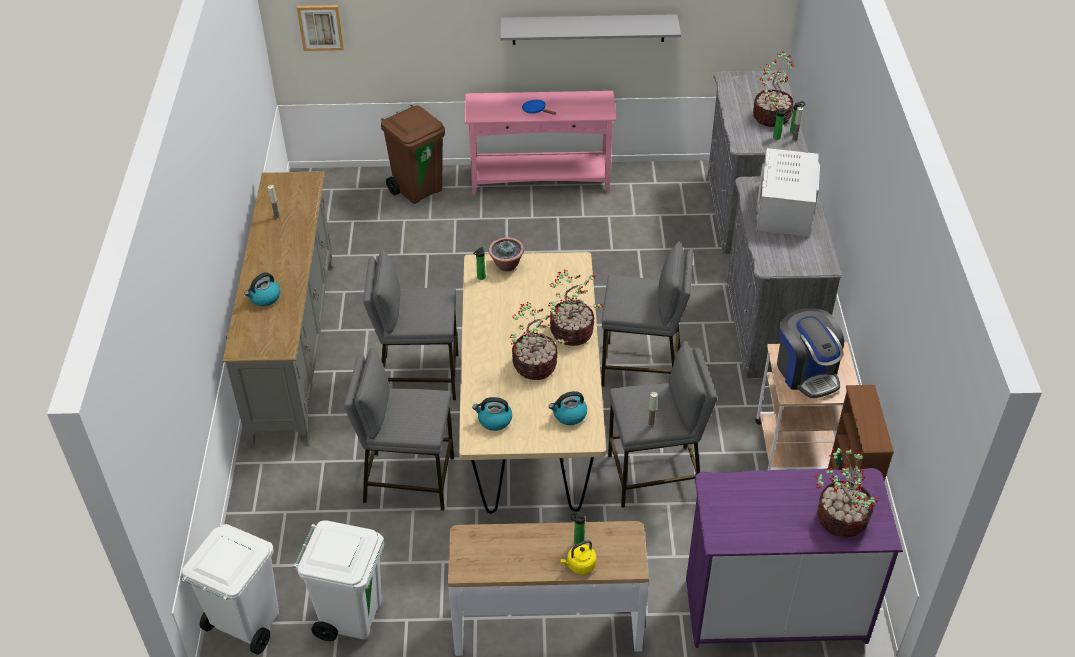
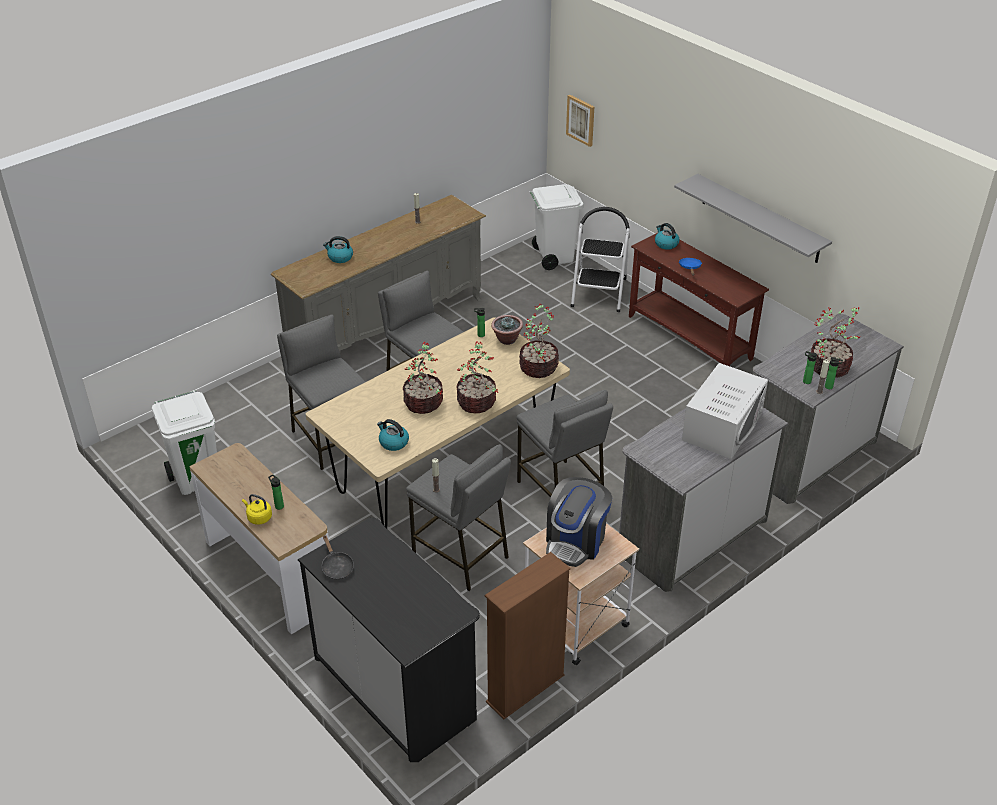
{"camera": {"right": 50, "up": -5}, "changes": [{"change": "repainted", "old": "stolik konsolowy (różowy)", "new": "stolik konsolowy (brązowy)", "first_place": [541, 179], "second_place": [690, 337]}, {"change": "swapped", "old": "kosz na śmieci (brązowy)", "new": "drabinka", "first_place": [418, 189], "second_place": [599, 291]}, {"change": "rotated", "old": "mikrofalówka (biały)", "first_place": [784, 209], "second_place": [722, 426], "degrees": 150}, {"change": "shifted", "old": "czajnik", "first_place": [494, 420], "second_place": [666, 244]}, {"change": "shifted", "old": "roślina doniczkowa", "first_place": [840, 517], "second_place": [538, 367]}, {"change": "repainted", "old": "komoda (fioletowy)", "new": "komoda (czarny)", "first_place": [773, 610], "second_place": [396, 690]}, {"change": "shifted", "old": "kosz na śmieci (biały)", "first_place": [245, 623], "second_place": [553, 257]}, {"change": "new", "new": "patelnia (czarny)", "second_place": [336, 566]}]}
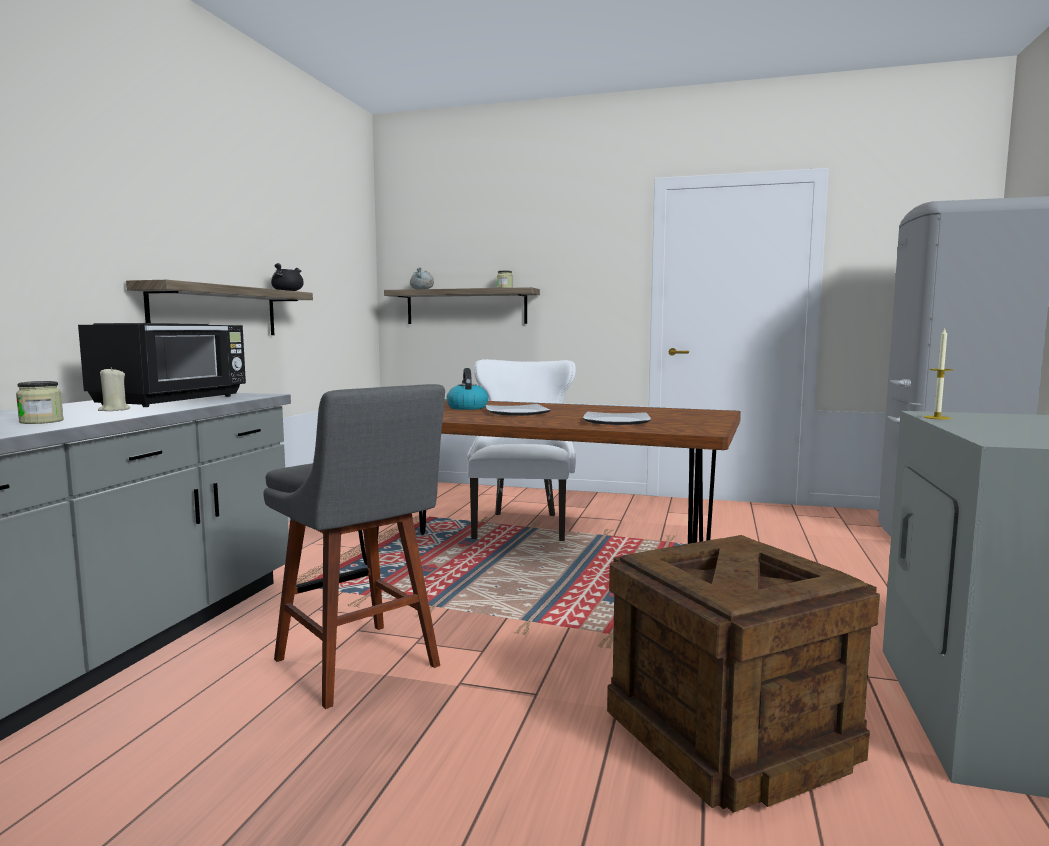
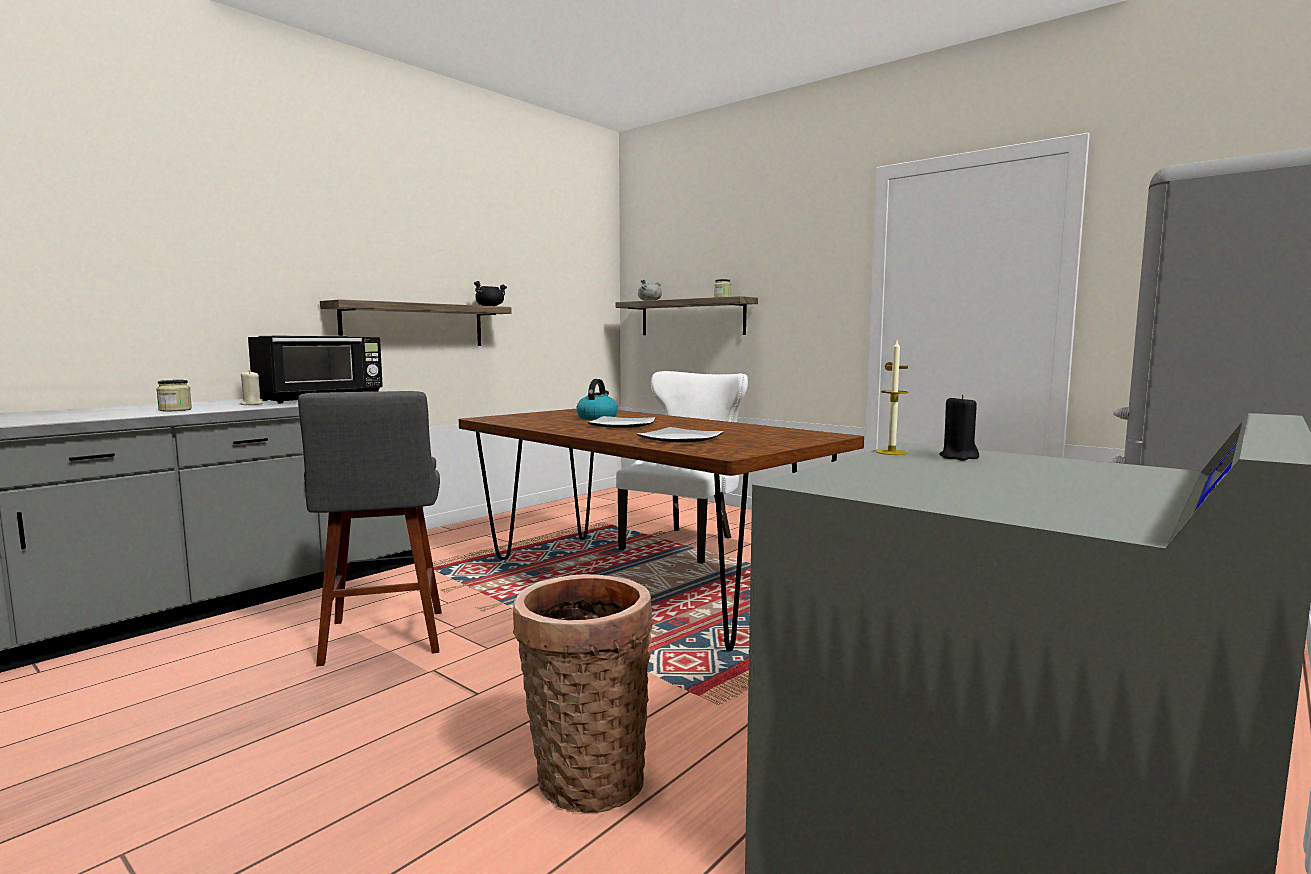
{"camera": {"right": 25, "up": 0}, "changes": [{"change": "swapped", "old": "skrzynka", "new": "koszyk", "first_place": [731, 738], "second_place": [584, 776]}, {"change": "new", "new": "świeca (czarny)", "second_place": [958, 457]}]}
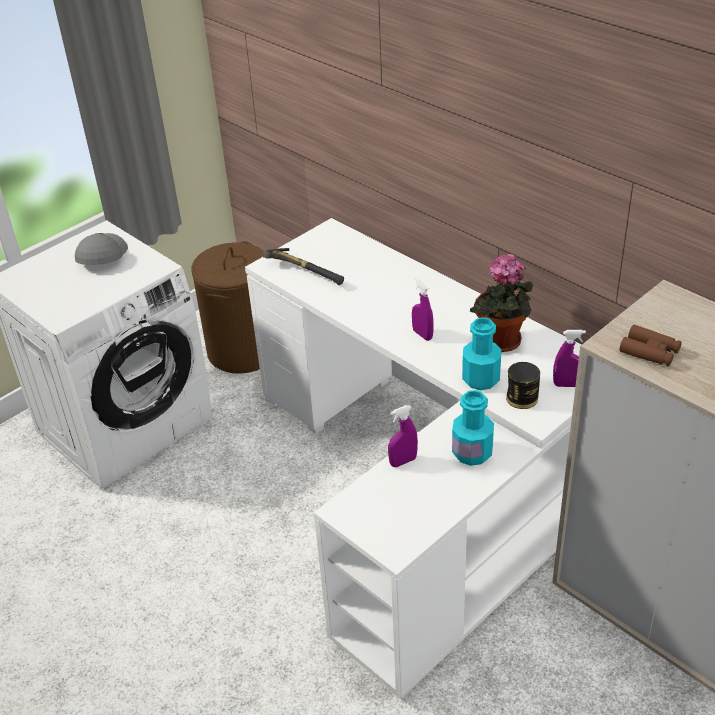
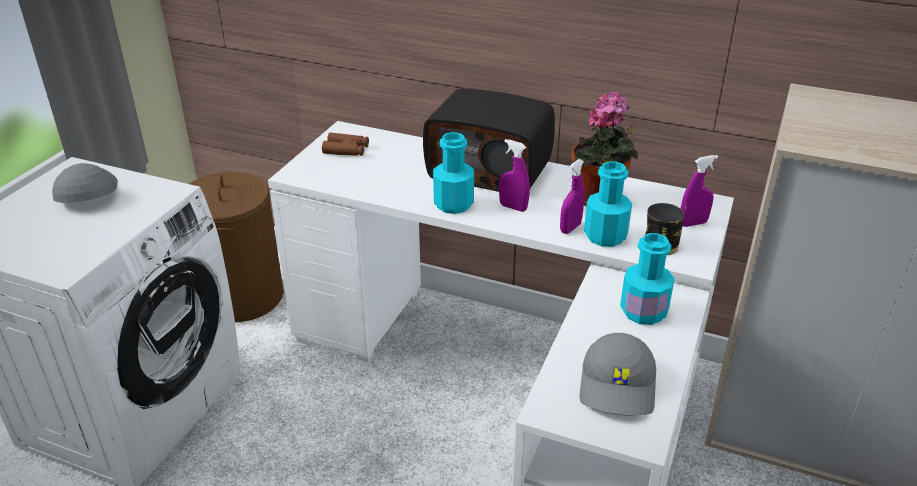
{"camera": {"right": -25, "up": -5}, "changes": [{"change": "gone", "old": "młotek", "first_place": [305, 271]}, {"change": "shifted", "old": "lornetka (brązowy)", "first_place": [649, 352], "second_place": [346, 150]}, {"change": "shifted", "old": "spryskiwacz (fioletowy)", "first_place": [403, 461], "second_place": [570, 228]}, {"change": "new", "new": "radio", "second_place": [490, 170]}, {"change": "new", "new": "butelka (turkusowy)", "second_place": [453, 204]}, {"change": "new", "new": "czapka z daszkiem (szary)", "second_place": [619, 387]}]}
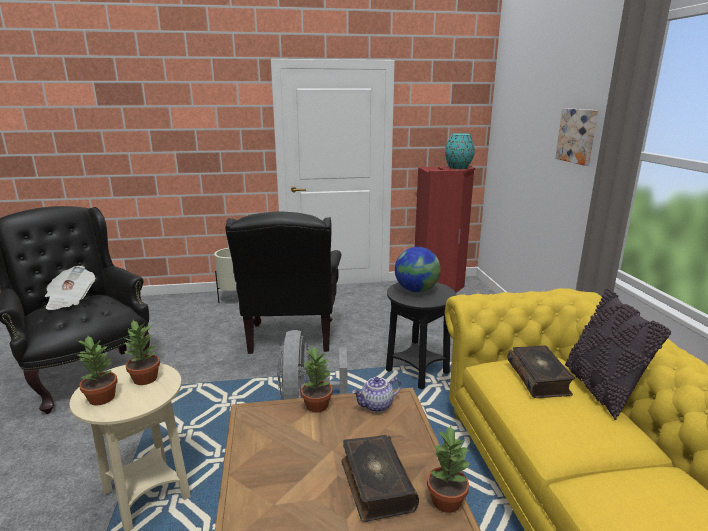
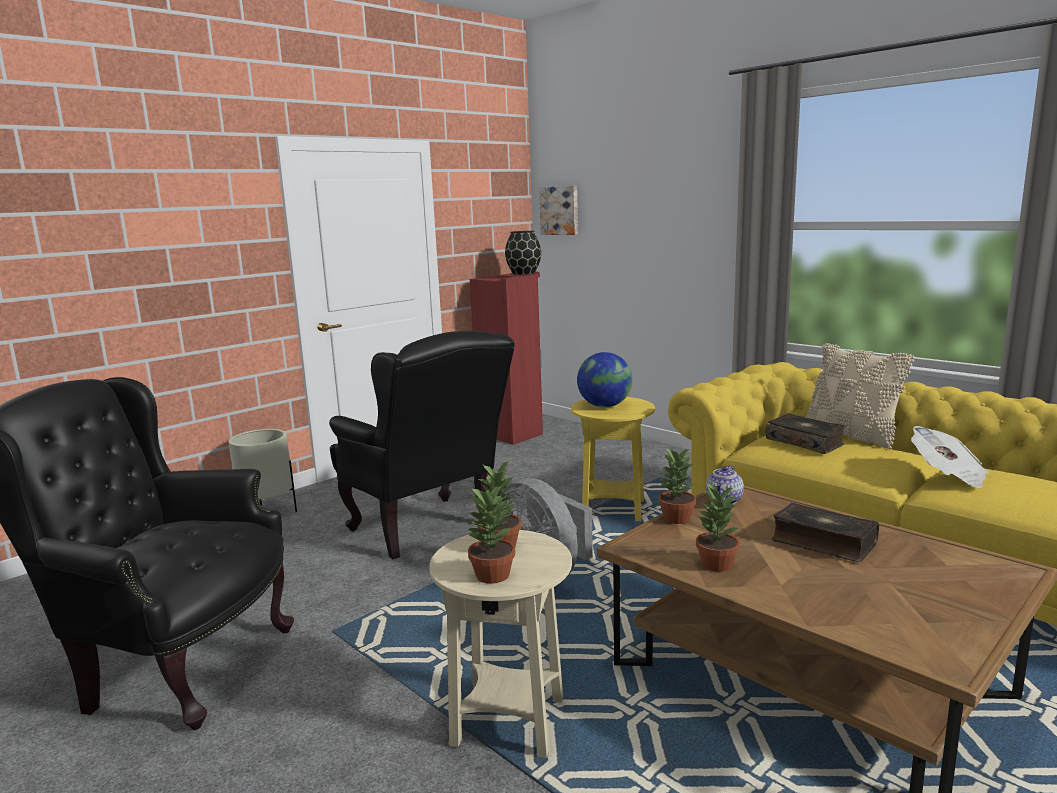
{"camera": {"right": -35, "up": -5}, "changes": [{"change": "shifted", "old": "obraz", "first_place": [578, 135], "second_place": [560, 210]}, {"change": "repainted", "old": "wazon (turkusowy)", "new": "wazon (czarny)", "first_place": [458, 167], "second_place": [524, 273]}, {"change": "shifted", "old": "gazeta", "first_place": [70, 300], "second_place": [948, 475]}, {"change": "repainted", "old": "stolik (czarny)", "new": "stolik (żółty)", "first_place": [417, 372], "second_place": [613, 510]}, {"change": "repainted", "old": "poduszka (czarny)", "new": "poduszka (beżowy)", "first_place": [601, 390], "second_place": [851, 436]}, {"change": "shifted", "old": "roślina doniczkowa", "first_place": [445, 500], "second_place": [715, 564]}]}
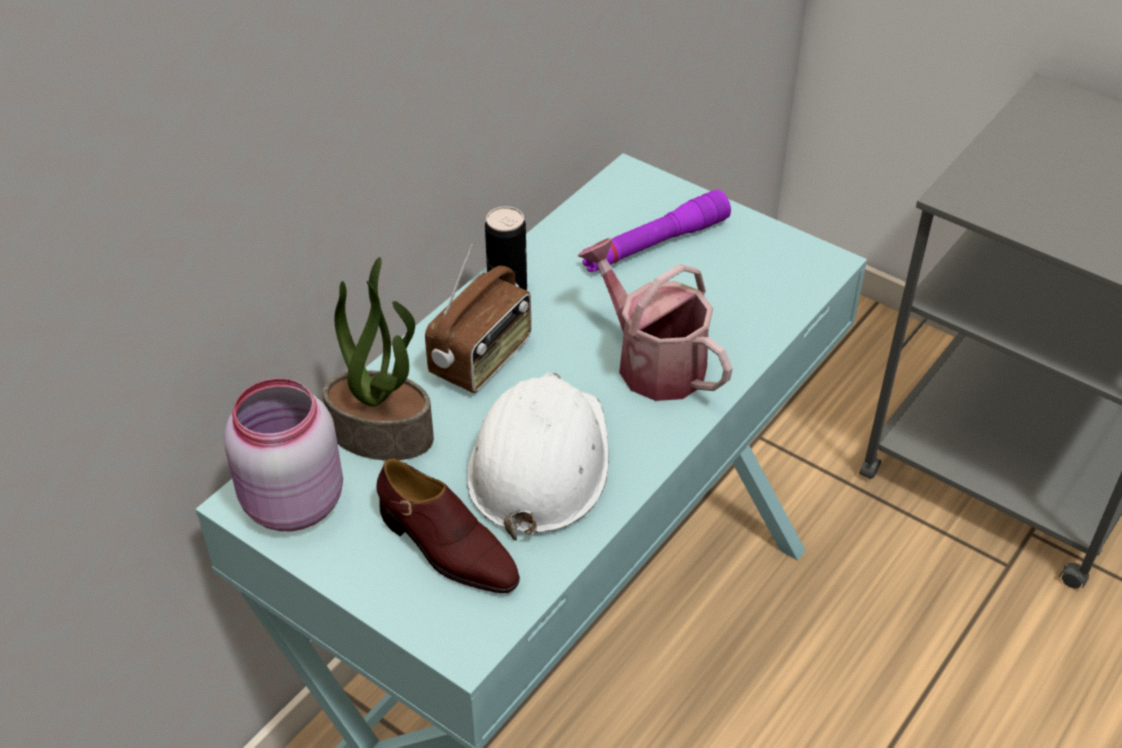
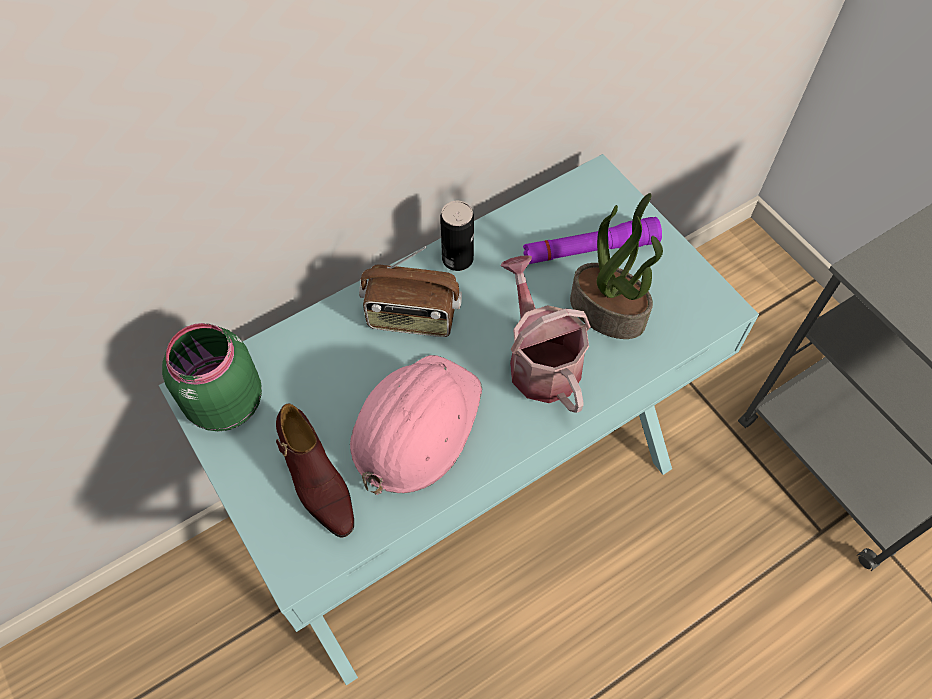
{"camera": {"right": 20, "up": 15}, "changes": [{"change": "rotated", "old": "radio", "first_place": [482, 359], "second_place": [412, 318], "degrees": 45}, {"change": "shifted", "old": "roślina doniczkowa", "first_place": [383, 433], "second_place": [609, 311]}, {"change": "repainted", "old": "kask (biały)", "new": "kask (różowy)", "first_place": [539, 463], "second_place": [414, 426]}, {"change": "repainted", "old": "słoik (różowy)", "new": "słoik (zielony)", "first_place": [290, 504], "second_place": [223, 403]}]}
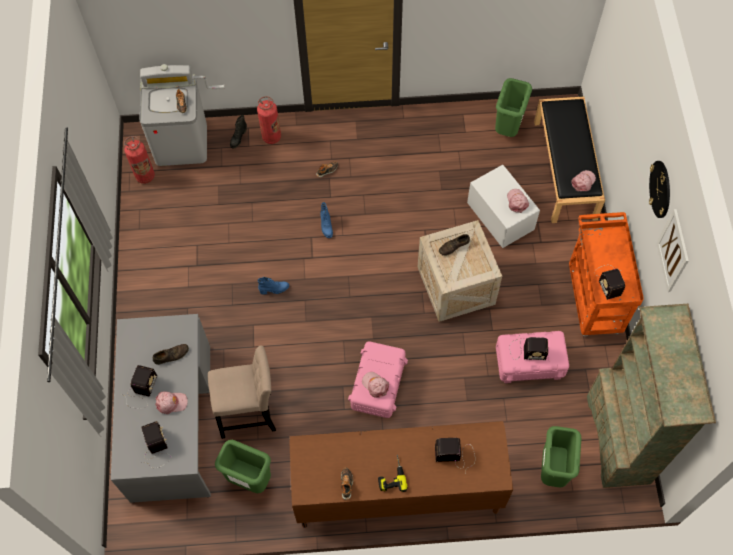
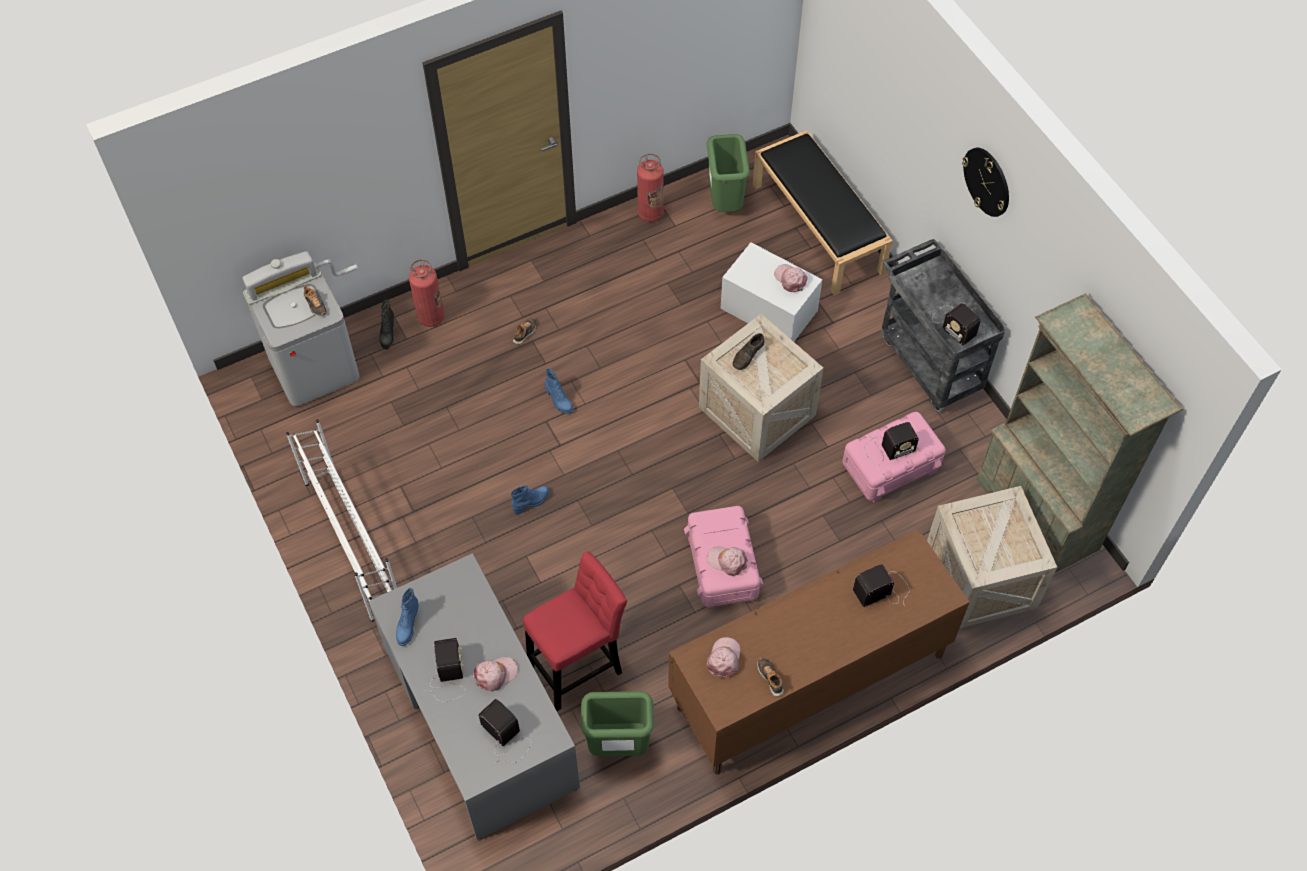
{"camera": {"right": -25, "up": -5}, "changes": [{"change": "shifted", "old": "gaśnica", "first_place": [145, 176], "second_place": [650, 213]}, {"change": "shifted", "old": "czapka z daszkiem (różowy)", "first_place": [583, 182], "second_place": [724, 659]}, {"change": "gone", "old": "obraz", "first_place": [673, 251]}, {"change": "repainted", "old": "wózek (pomarańczowy)", "new": "wózek (czarny)", "first_place": [592, 297], "second_place": [926, 363]}, {"change": "gone", "old": "but (brązowy)", "first_place": [171, 355]}, {"change": "repainted", "old": "stołek (beżowy)", "new": "stołek (czerwony)", "first_place": [250, 415], "second_place": [579, 667]}, {"change": "swapped", "old": "kosz na śmieci (zielony)", "new": "skrzynka", "first_place": [553, 469], "second_place": [982, 579]}, {"change": "gone", "old": "wiertarka", "first_place": [391, 475]}, {"change": "new", "new": "regał na buty (biały)", "second_place": [353, 543]}, {"change": "new", "new": "but z cholewką (niebieski)", "second_place": [408, 625]}]}
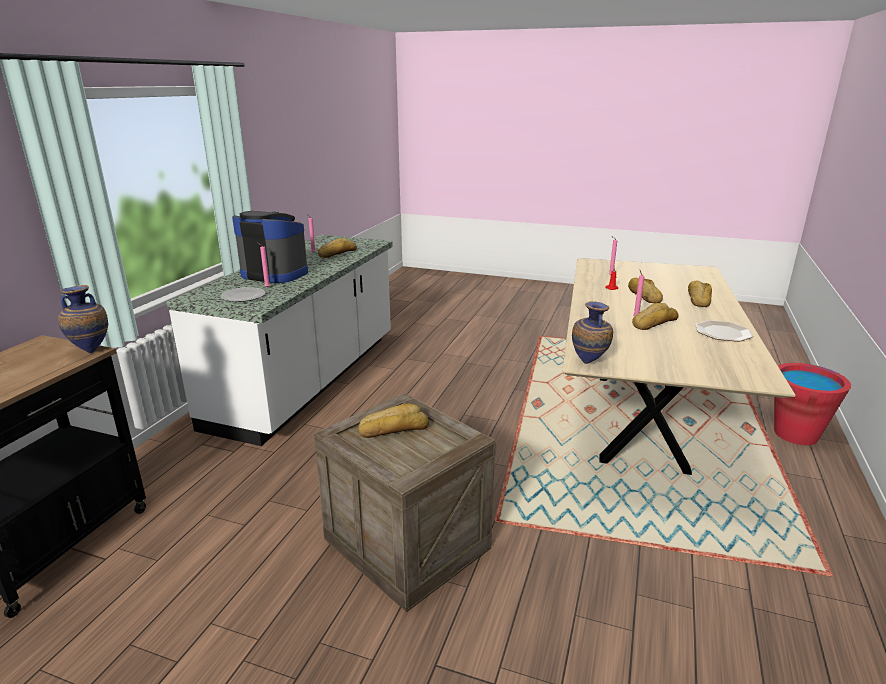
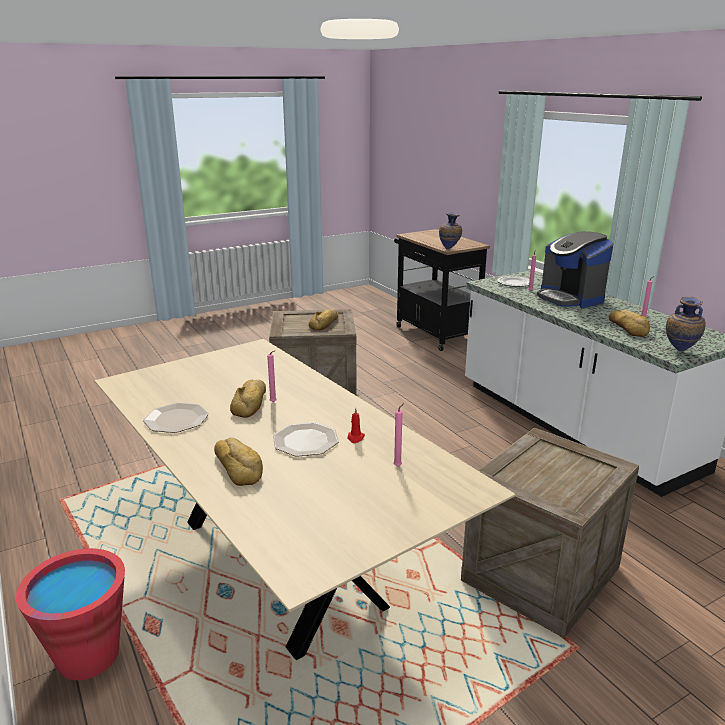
{"camera": {"right": 130, "up": 0}, "changes": [{"change": "rotated", "old": "ekspres do kawy", "first_place": [275, 274], "second_place": [570, 298], "degrees": 90}, {"change": "swapped", "old": "chleb", "new": "talerz", "first_place": [643, 296], "second_place": [305, 441]}, {"change": "shifted", "old": "wazon", "first_place": [589, 363], "second_place": [679, 351]}, {"change": "new", "new": "skrzynka", "second_place": [540, 575]}]}
